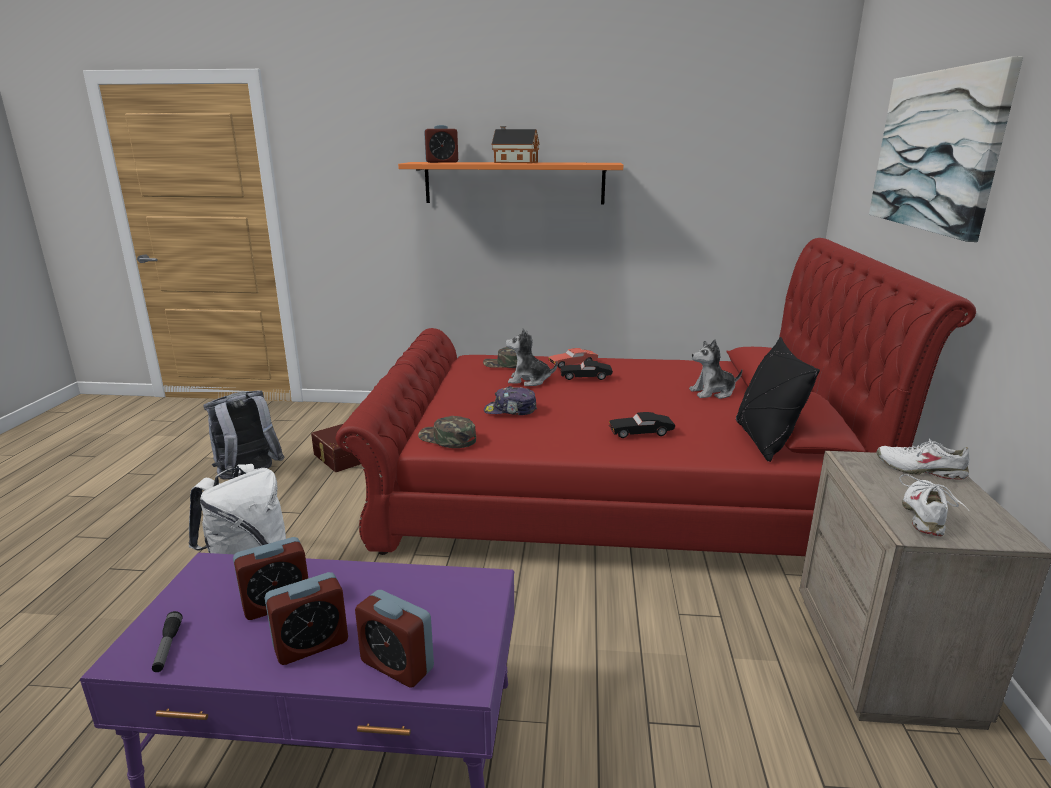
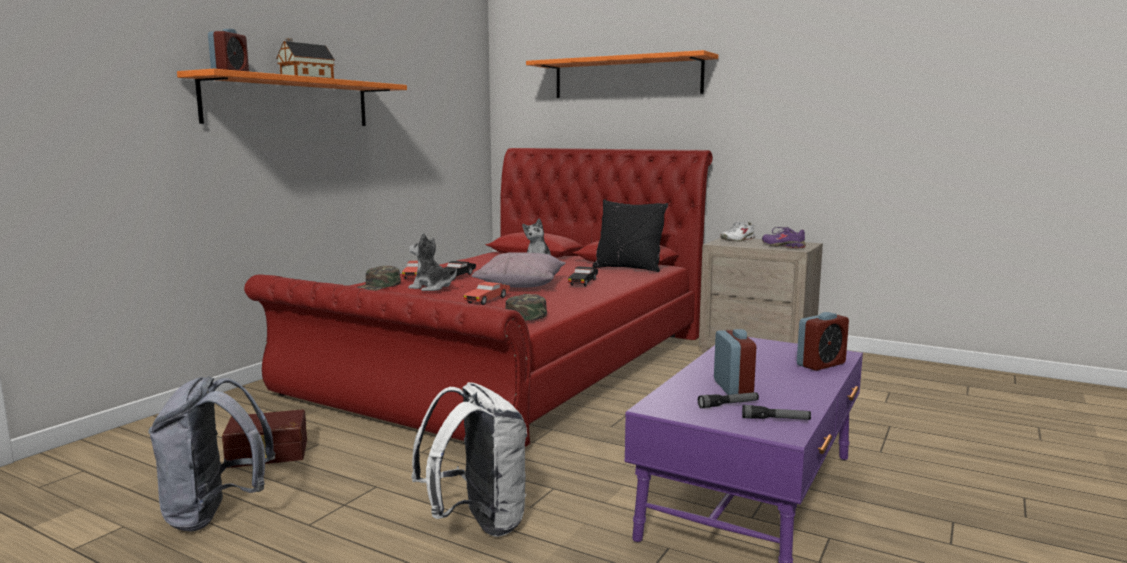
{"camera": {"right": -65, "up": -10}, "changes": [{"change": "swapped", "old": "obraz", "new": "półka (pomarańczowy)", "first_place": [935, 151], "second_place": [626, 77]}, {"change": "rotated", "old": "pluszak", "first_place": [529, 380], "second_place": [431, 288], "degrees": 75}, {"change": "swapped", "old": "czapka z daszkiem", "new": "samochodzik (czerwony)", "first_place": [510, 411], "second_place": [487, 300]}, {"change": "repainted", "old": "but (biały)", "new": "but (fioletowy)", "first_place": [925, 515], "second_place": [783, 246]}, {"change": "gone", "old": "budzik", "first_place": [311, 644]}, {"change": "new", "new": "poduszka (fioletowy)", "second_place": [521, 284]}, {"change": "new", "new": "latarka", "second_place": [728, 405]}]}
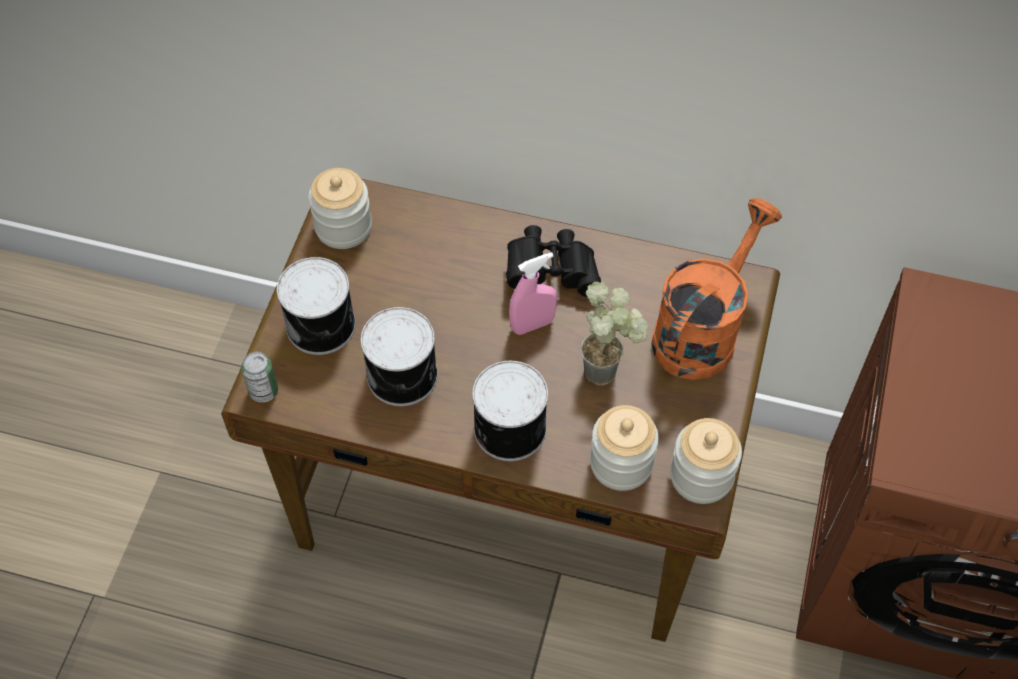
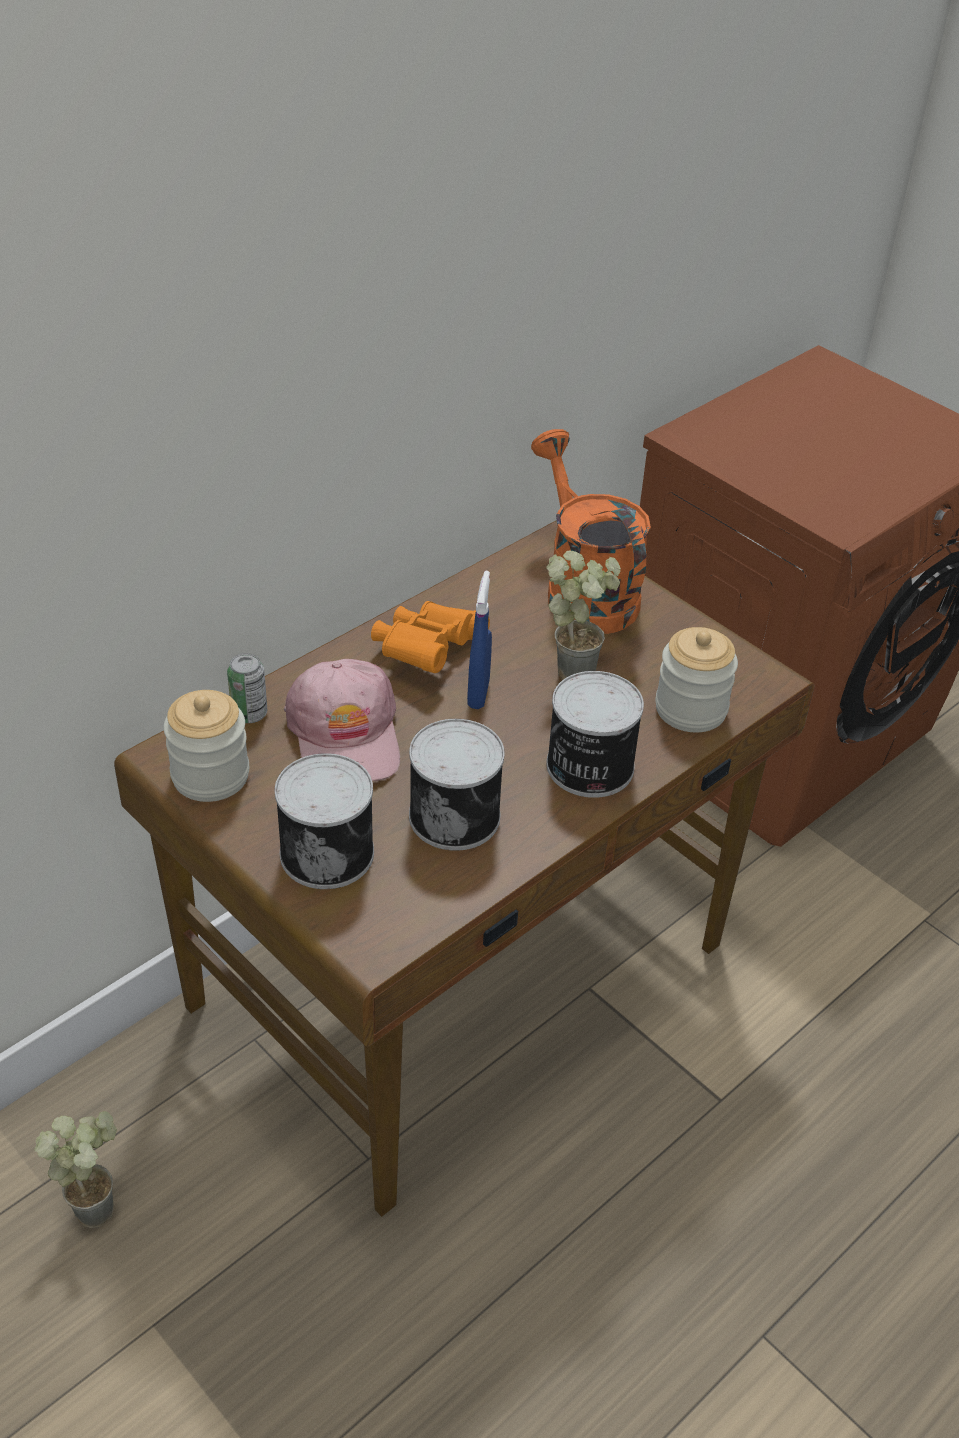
{"camera": {"right": -60, "up": -15}, "changes": [{"change": "repainted", "old": "lornetka (czarny)", "new": "lornetka (pomarańczowy)", "first_place": [552, 272], "second_place": [427, 651]}, {"change": "repainted", "old": "spryskiwacz (różowy)", "new": "spryskiwacz (niebieski)", "first_place": [532, 325], "second_place": [478, 693]}, {"change": "shifted", "old": "puszka", "first_place": [263, 391], "second_place": [249, 714]}, {"change": "gone", "old": "słoik", "first_place": [701, 476]}, {"change": "new", "new": "czapka z daszkiem (różowy)", "second_place": [346, 735]}, {"change": "new", "new": "roślina doniczkowa", "second_place": [97, 1201]}]}
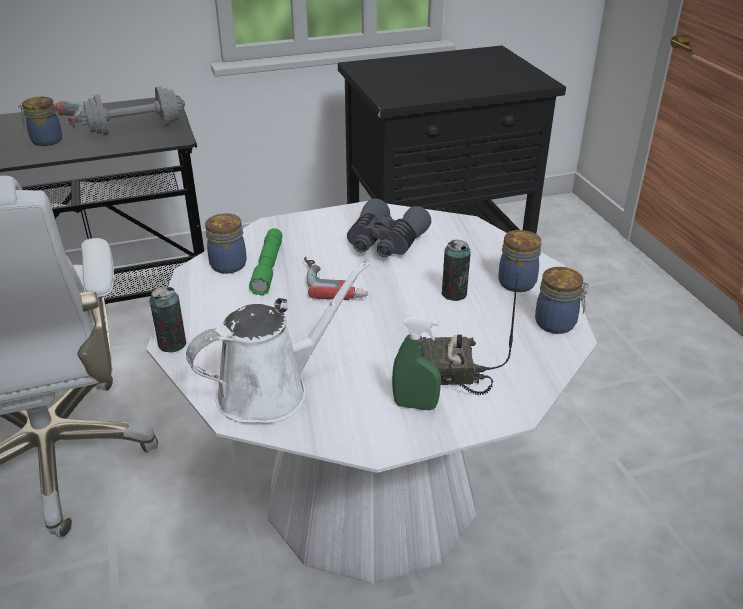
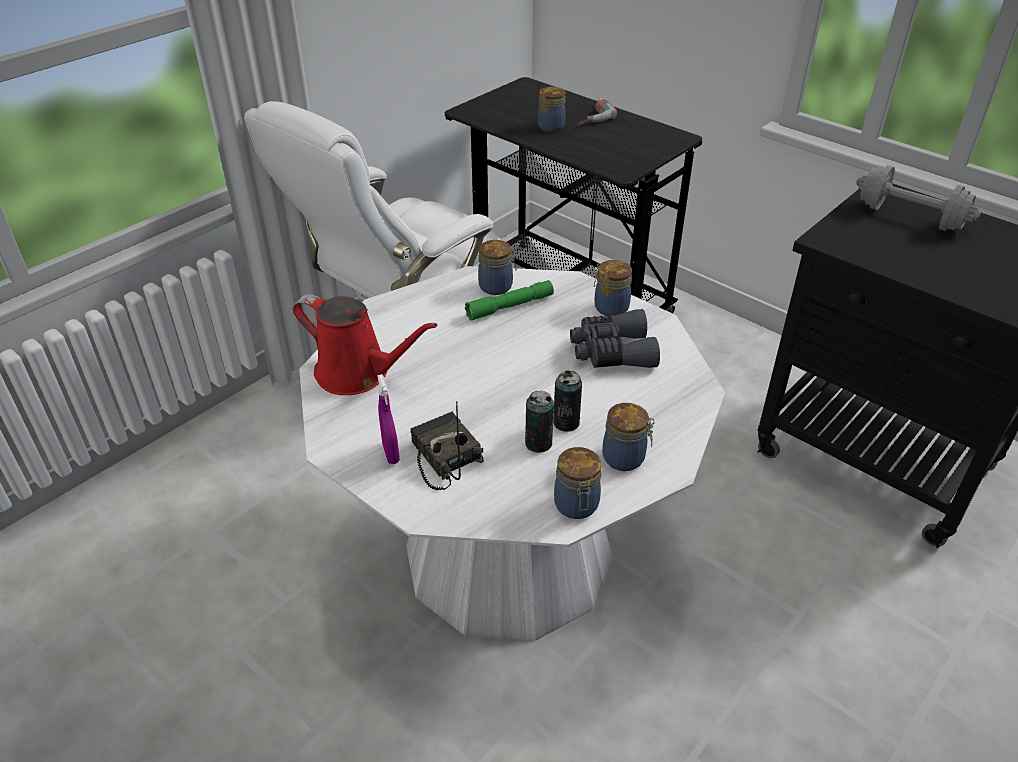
{"camera": {"right": 60, "up": 5}, "changes": [{"change": "shifted", "old": "hantel (szary)", "first_place": [135, 129], "second_place": [909, 217]}, {"change": "gone", "old": "wiertarka", "first_place": [335, 282]}, {"change": "repainted", "old": "konewka (biały)", "new": "konewka (czerwony)", "first_place": [271, 390], "second_place": [358, 373]}, {"change": "shifted", "old": "puszka", "first_place": [172, 344], "second_place": [538, 443]}, {"change": "repainted", "old": "spryskiwacz (zielony)", "new": "spryskiwacz (fioletowy)", "first_place": [415, 405], "second_place": [391, 453]}, {"change": "new", "new": "słoik", "second_place": [610, 307]}]}
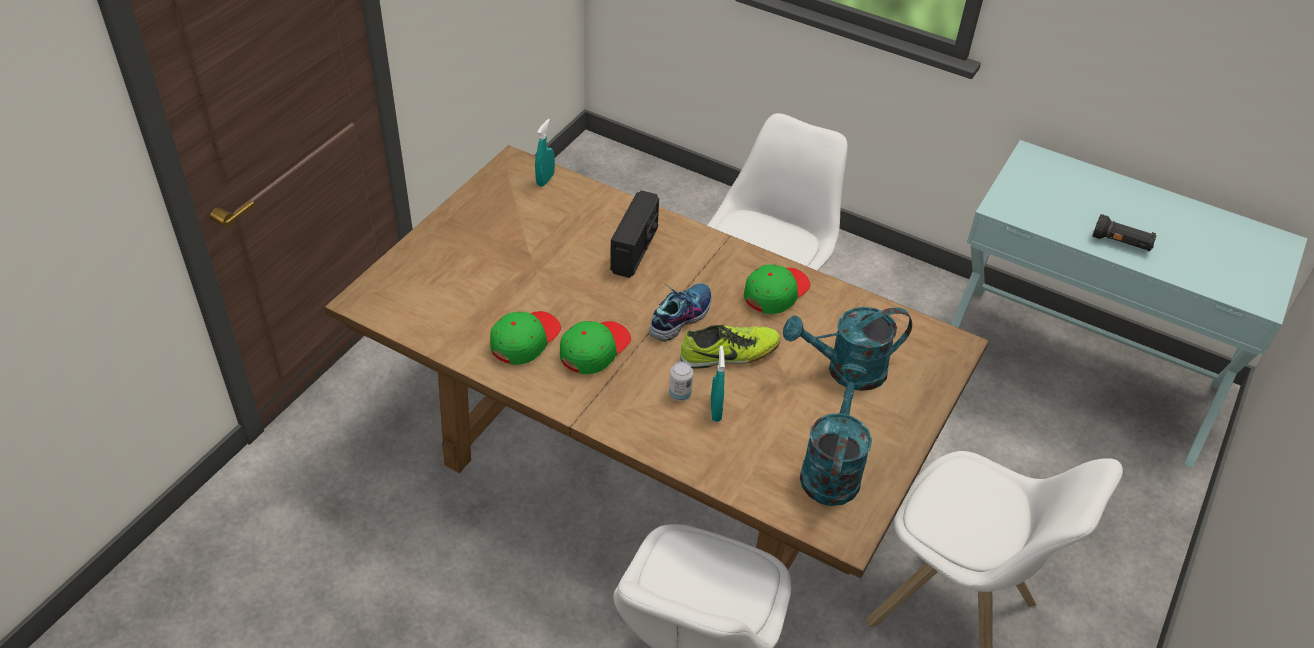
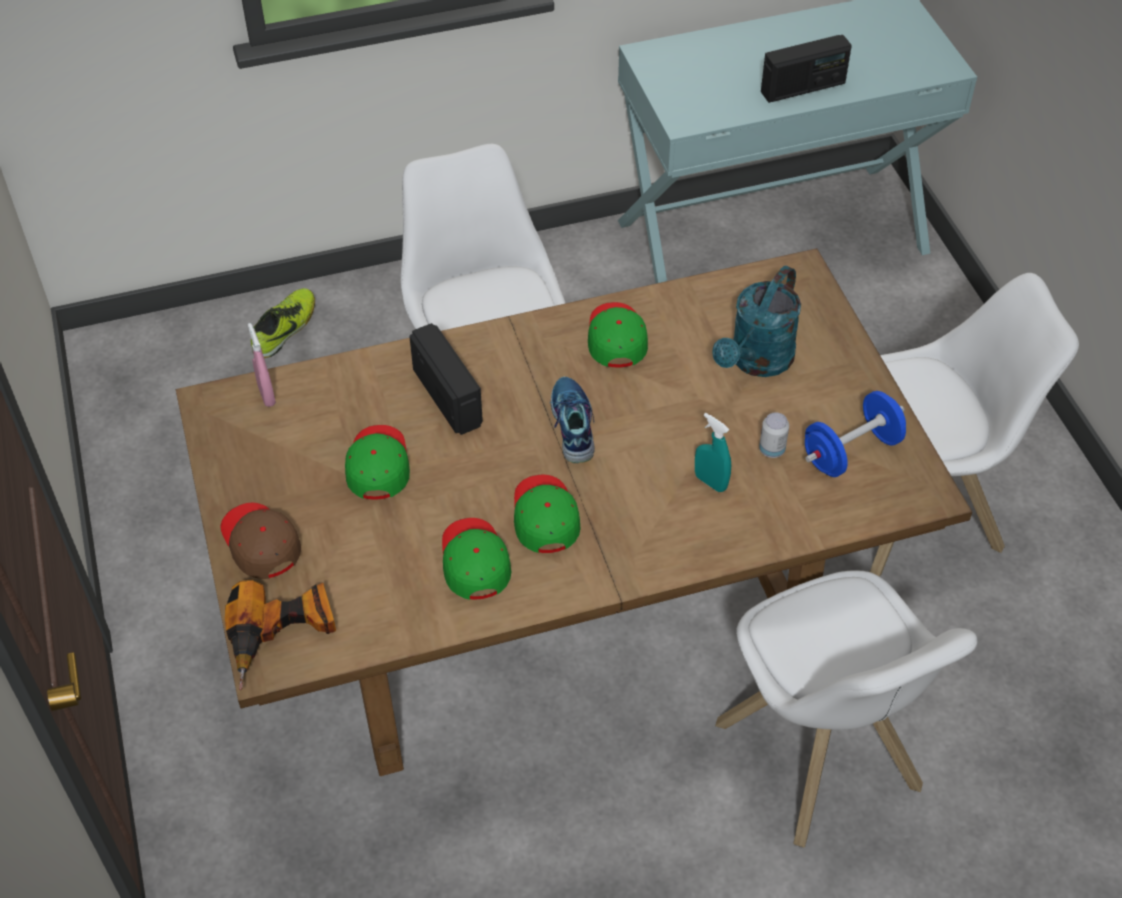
{"camera": {"right": -45, "up": 5}, "changes": [{"change": "repainted", "old": "spryskiwacz (turkusowy)", "new": "spryskiwacz (różowy)", "first_place": [545, 180], "second_place": [267, 395]}, {"change": "swapped", "old": "latarka (czarny)", "new": "radio", "first_place": [1121, 243], "second_place": [803, 88]}, {"change": "shifted", "old": "but", "first_place": [729, 354], "second_place": [285, 329]}, {"change": "shifted", "old": "puszka", "first_place": [680, 394], "second_place": [771, 450]}, {"change": "swapped", "old": "konewka (turkusowy)", "new": "hantel (niebieski)", "first_place": [831, 468], "second_place": [851, 452]}, {"change": "new", "new": "czapka z daszkiem (zielony)", "second_place": [378, 465]}, {"change": "new", "new": "czapka z daszkiem (brązowy)", "second_place": [260, 543]}, {"change": "new", "new": "wiertarka", "second_place": [282, 635]}]}
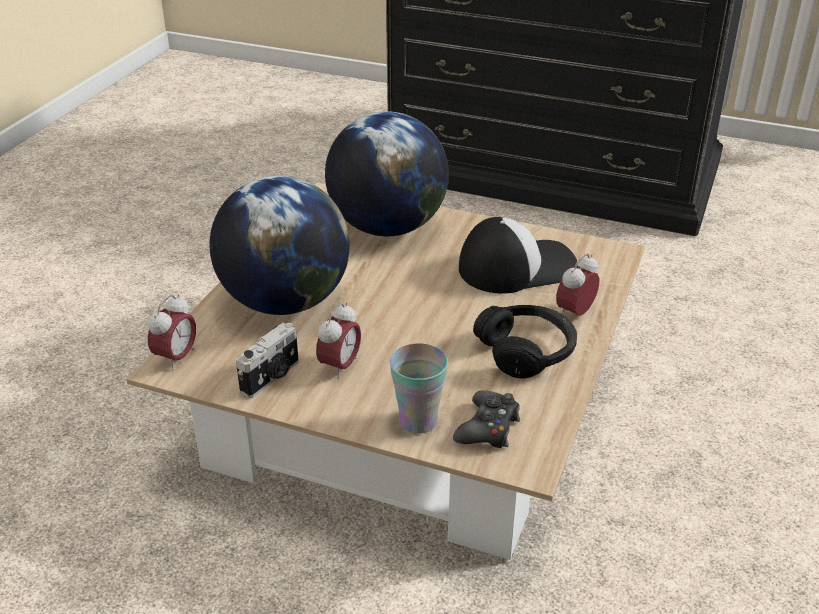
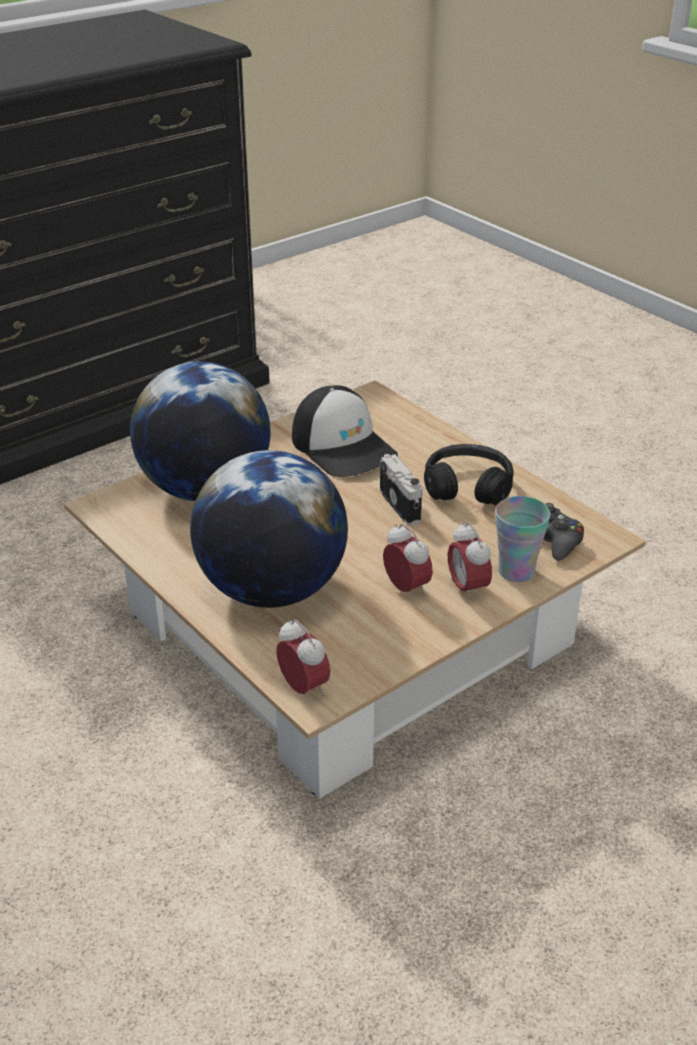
{"camera": {"right": -60, "up": 0}, "changes": [{"change": "rotated", "old": "czapka z daszkiem", "first_place": [516, 266], "second_place": [344, 446], "degrees": 135}, {"change": "shifted", "old": "budzik", "first_place": [575, 313], "second_place": [467, 588]}, {"change": "shifted", "old": "aparat fotograficzny", "first_place": [272, 377], "second_place": [402, 505]}]}
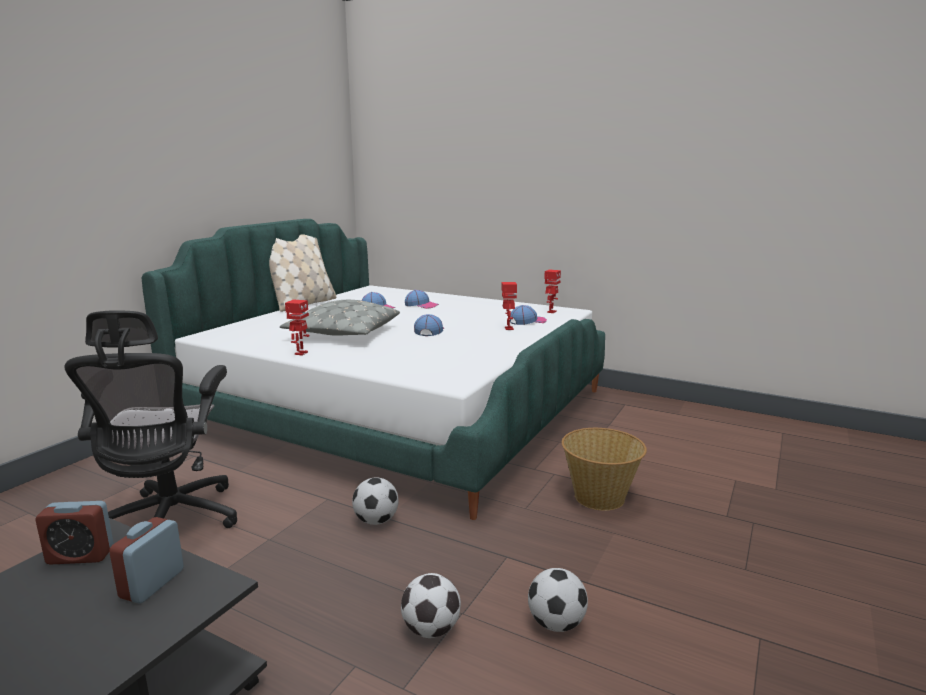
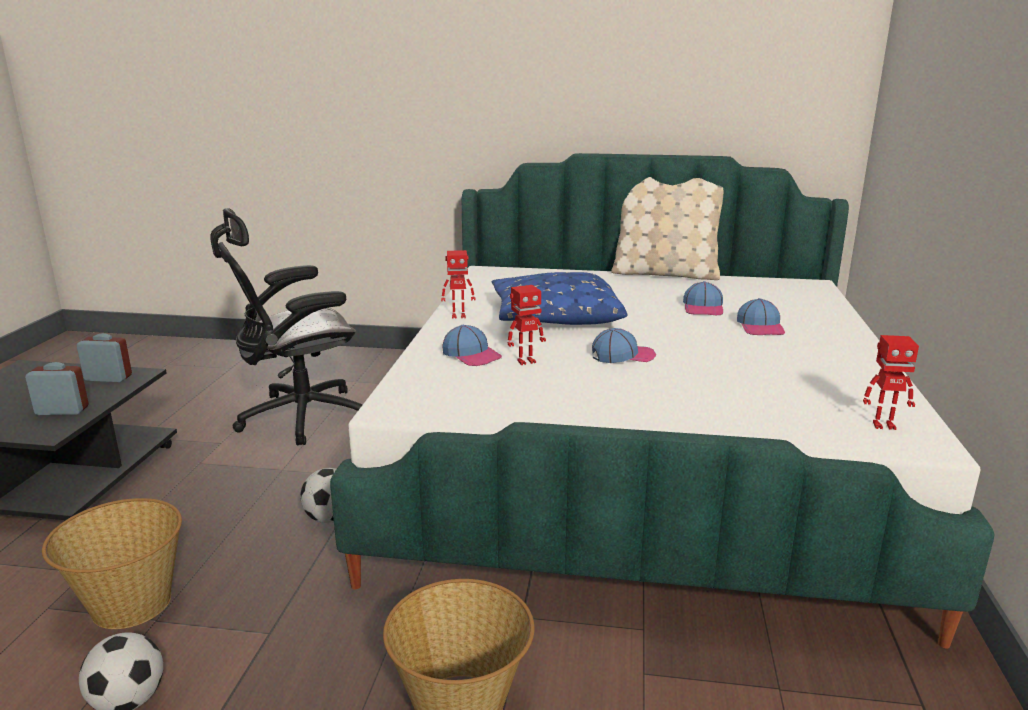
{"camera": {"right": 70, "up": 5}, "changes": [{"change": "shifted", "old": "robot zabawkowy", "first_place": [508, 328], "second_place": [525, 361]}, {"change": "repainted", "old": "poduszka (szary)", "new": "poduszka (niebieski)", "first_place": [343, 334], "second_place": [553, 317]}, {"change": "shifted", "old": "czapka z daszkiem", "first_place": [527, 321], "second_place": [472, 355]}, {"change": "rotated", "old": "budzik", "first_place": [80, 556], "second_place": [108, 378], "degrees": 120}, {"change": "swapped", "old": "piłka futbolowa", "new": "koszyk", "first_place": [431, 630], "second_place": [130, 604]}]}
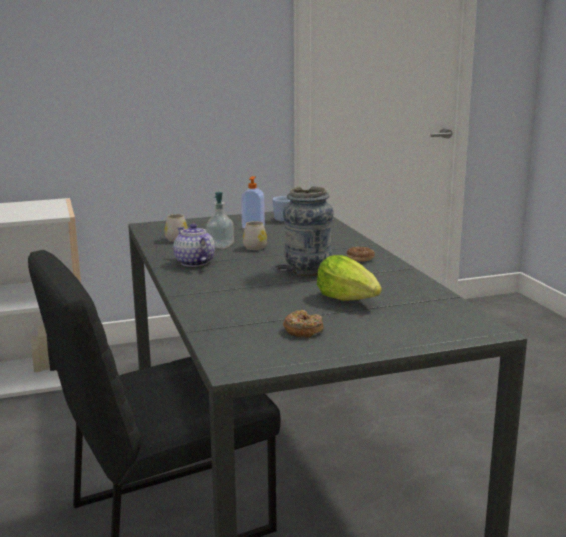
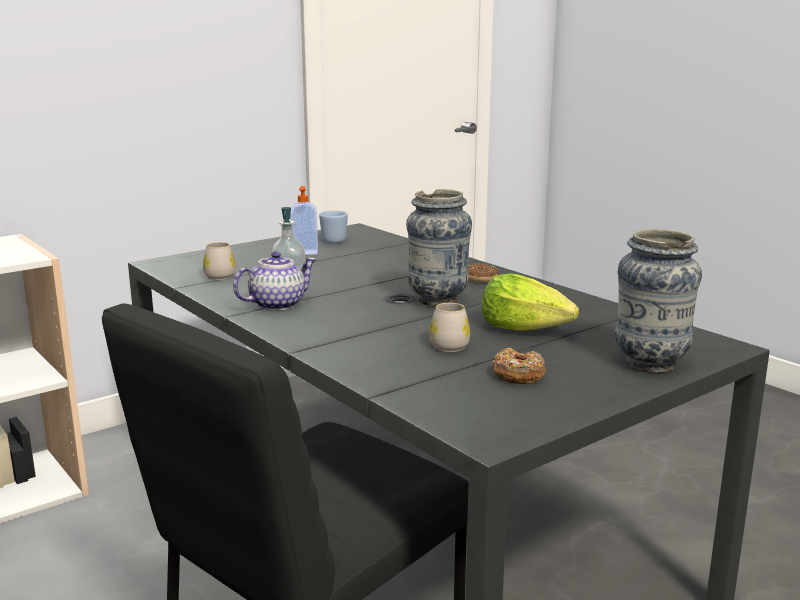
{"camera": {"right": -20, "up": 0}, "changes": [{"change": "shifted", "old": "kubek (biały)", "first_place": [256, 246], "second_place": [449, 344]}, {"change": "rotated", "old": "imbryk", "first_place": [194, 262], "second_place": [277, 304], "degrees": 105}, {"change": "new", "new": "wazon", "second_place": [650, 364]}]}
